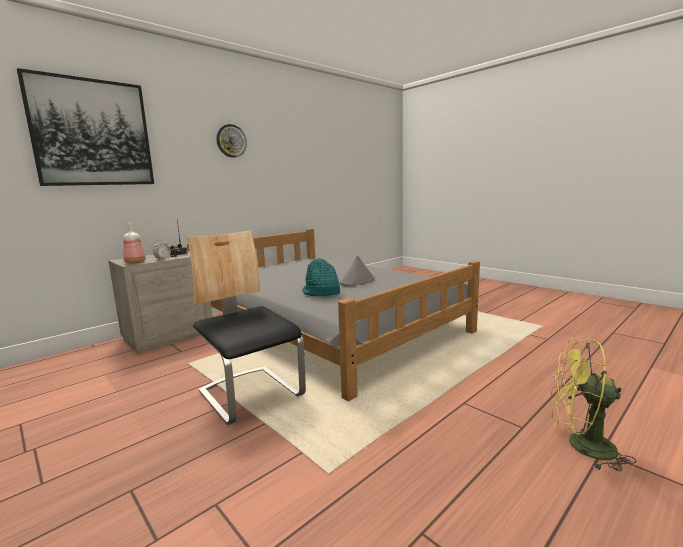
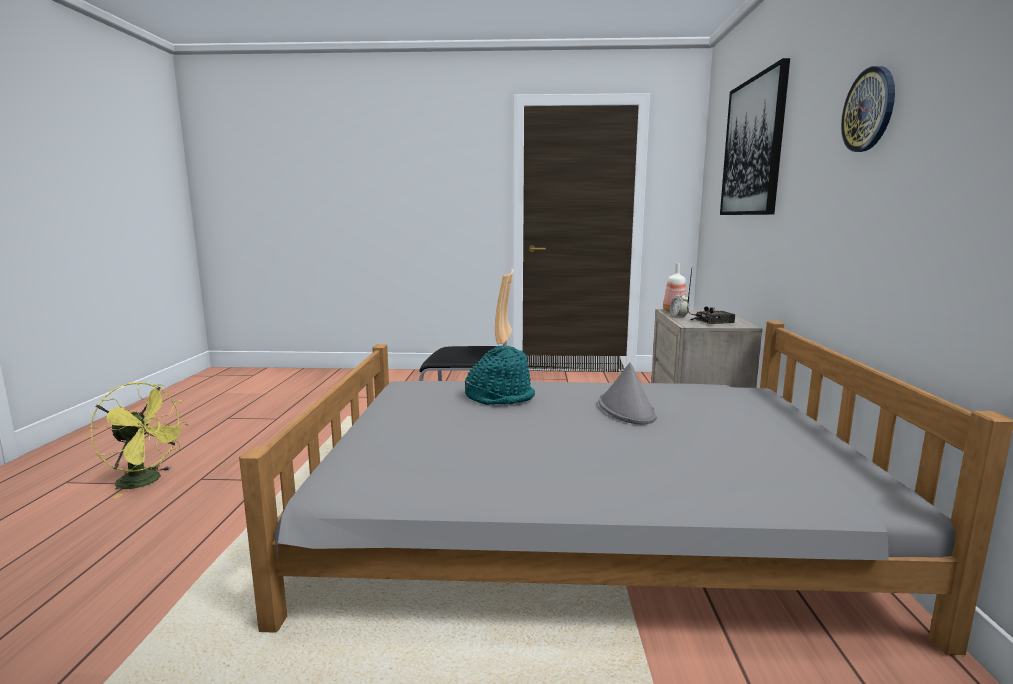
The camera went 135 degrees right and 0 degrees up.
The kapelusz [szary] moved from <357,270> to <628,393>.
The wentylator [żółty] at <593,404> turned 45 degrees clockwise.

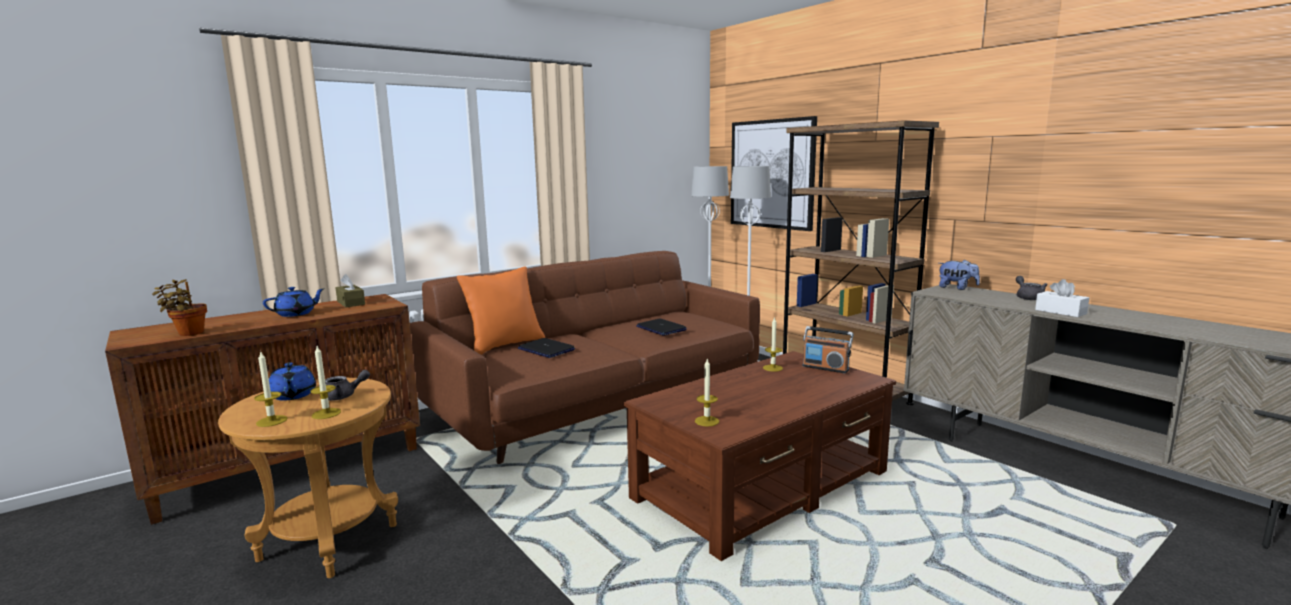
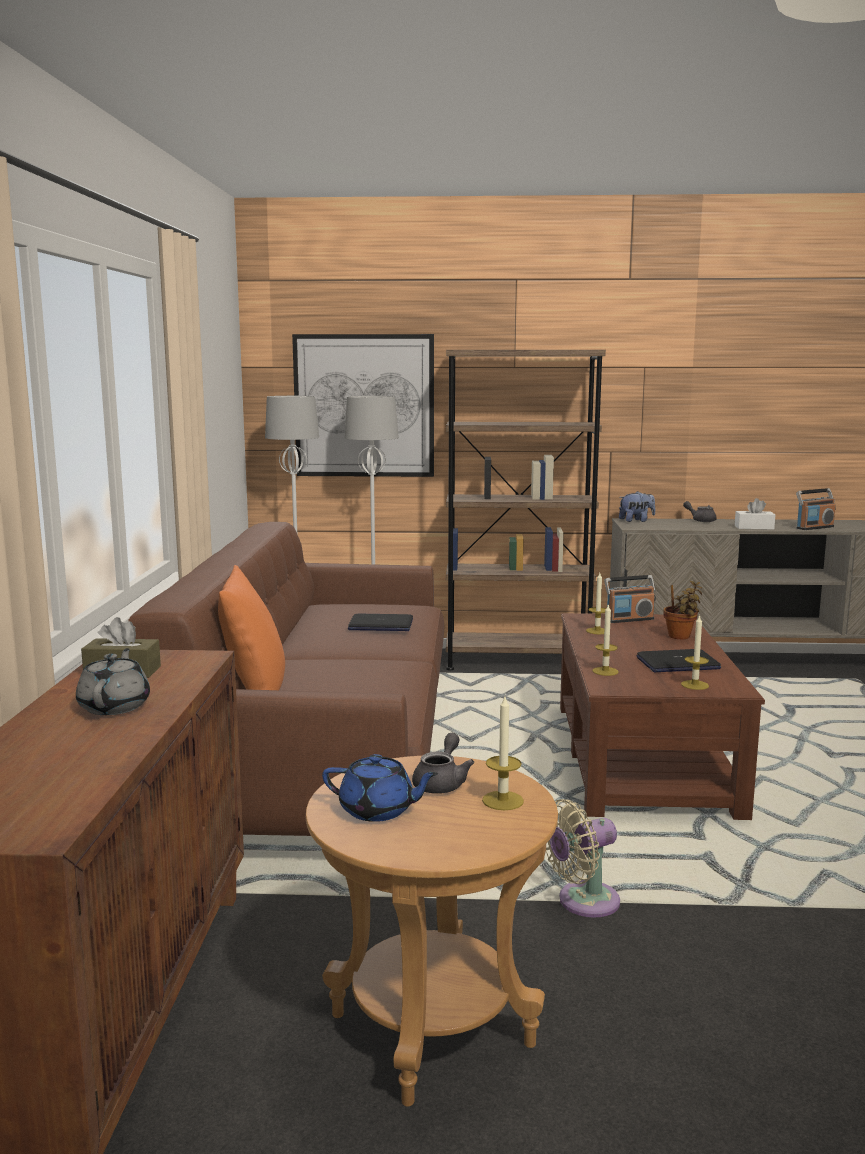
The camera went 50 degrees left and 0 degrees up.
The roślina doniczkowa moved from <179,307> to <682,610>.
The świeca moved from <271,389> to <605,640>.
The imbryk [niebieski] at <294,302> became the imbryk [szary] at <113,681>.
The laptop moved from <546,348> to <678,660>.
The wentylator [beżowy] at <583,858> appeared.
The radio at <816,509> appeared.

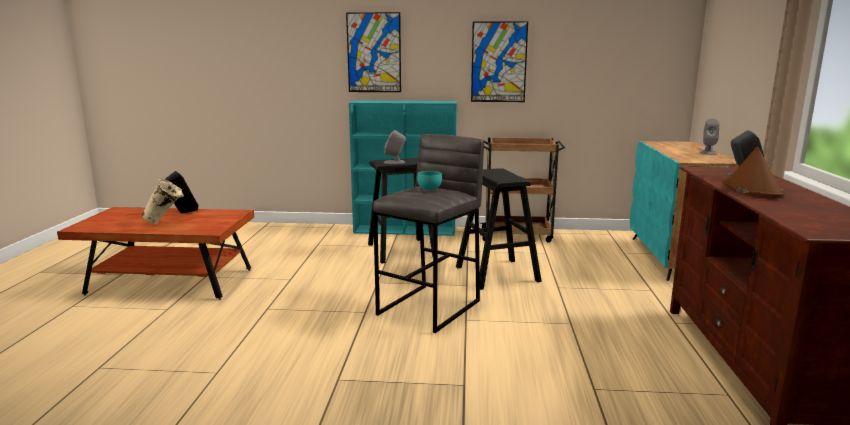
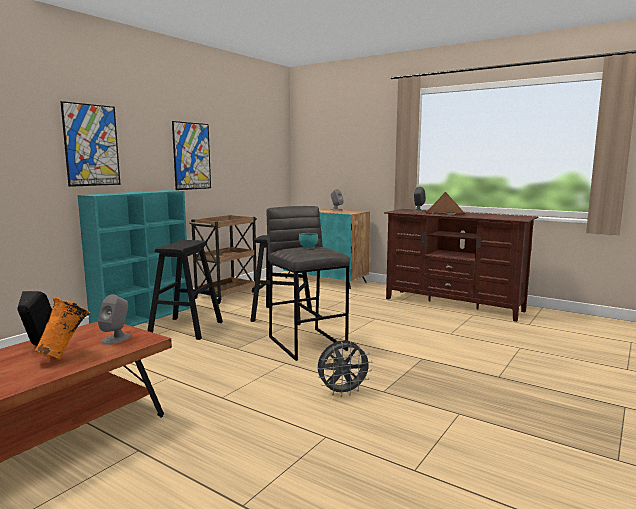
The camera went 60 degrees left and 5 degrees down.
The wazon [beżowy] at <163,201> became the wazon [pomarańczowy] at <62,328>.
The głośnik [szary] moved from <395,147> to <114,319>.
The wentylator [szary] at <345,368> appeared.

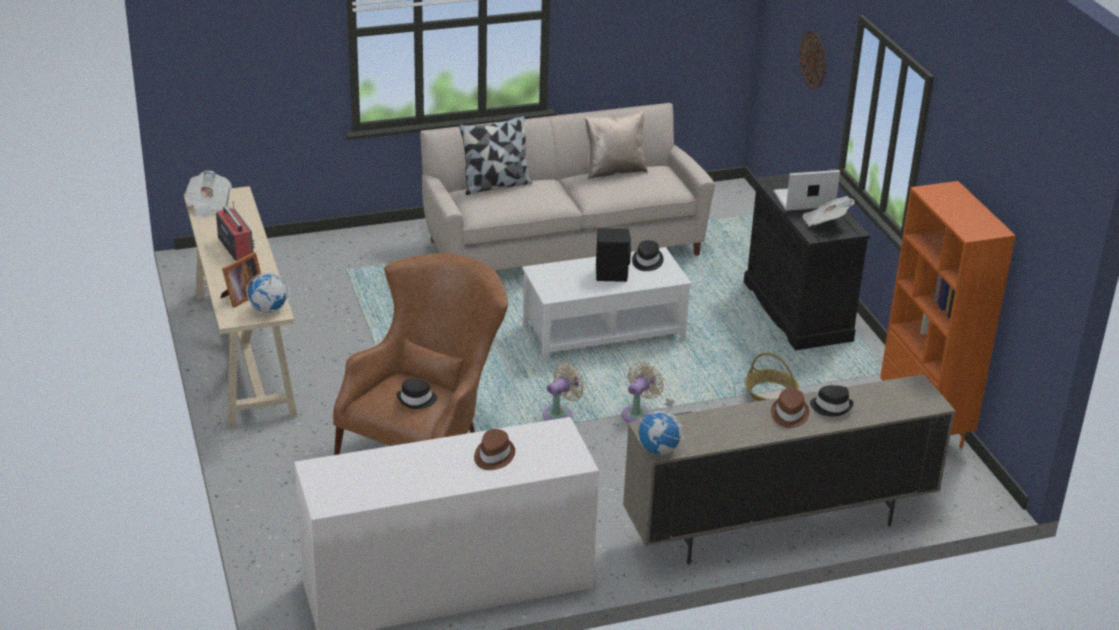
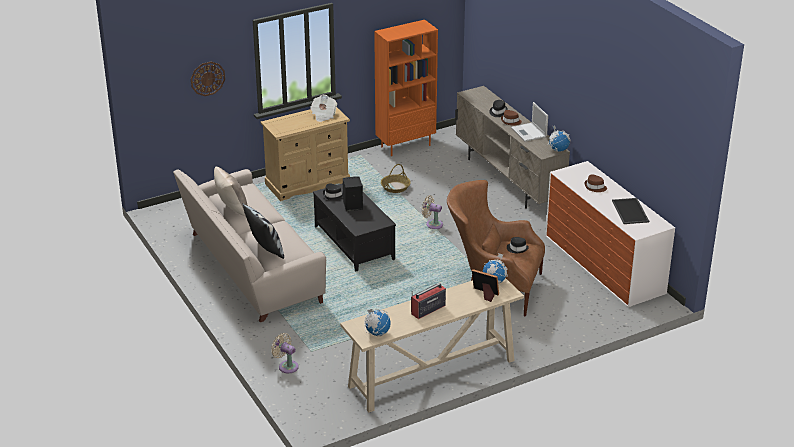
The camera went 100 degrees left and 0 degrees up.
The gazeta at <208,194> was replaced by the globus at <377,322>.
The ława [biały] at <606,304> became the ława [czarny] at <354,227>.
The wentylator [beżowy] moved from <563,392> to <285,353>.
The komoda [czarny] at <807,261> became the komoda [beżowy] at <305,154>.
The laptop moved from <807,190> to <529,122>.
The taca at <630,211> appeared.

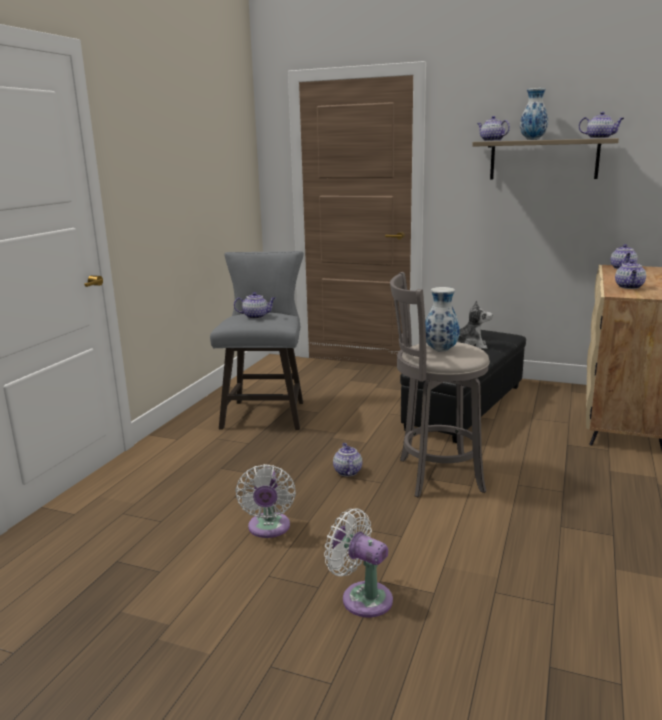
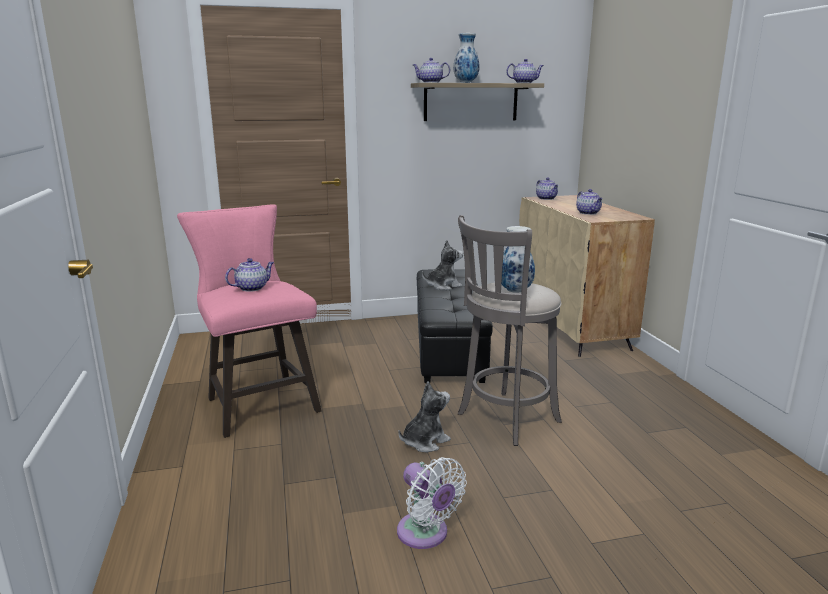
The camera went 35 degrees left and 0 degrees up.
The stołek [szary] at <257,340> became the stołek [różowy] at <249,321>.
The wentylator [biały] at <358,562> disappeared.
The imbryk at <347,459> was replaced by the pluszak at <424,417>.

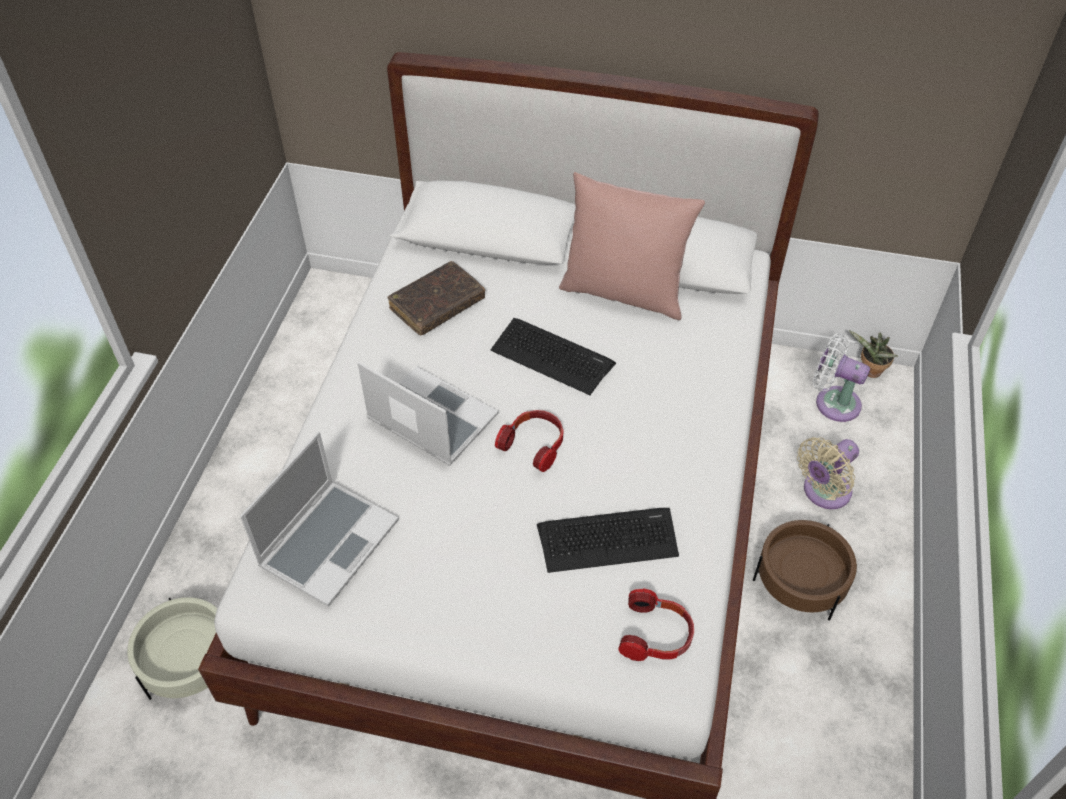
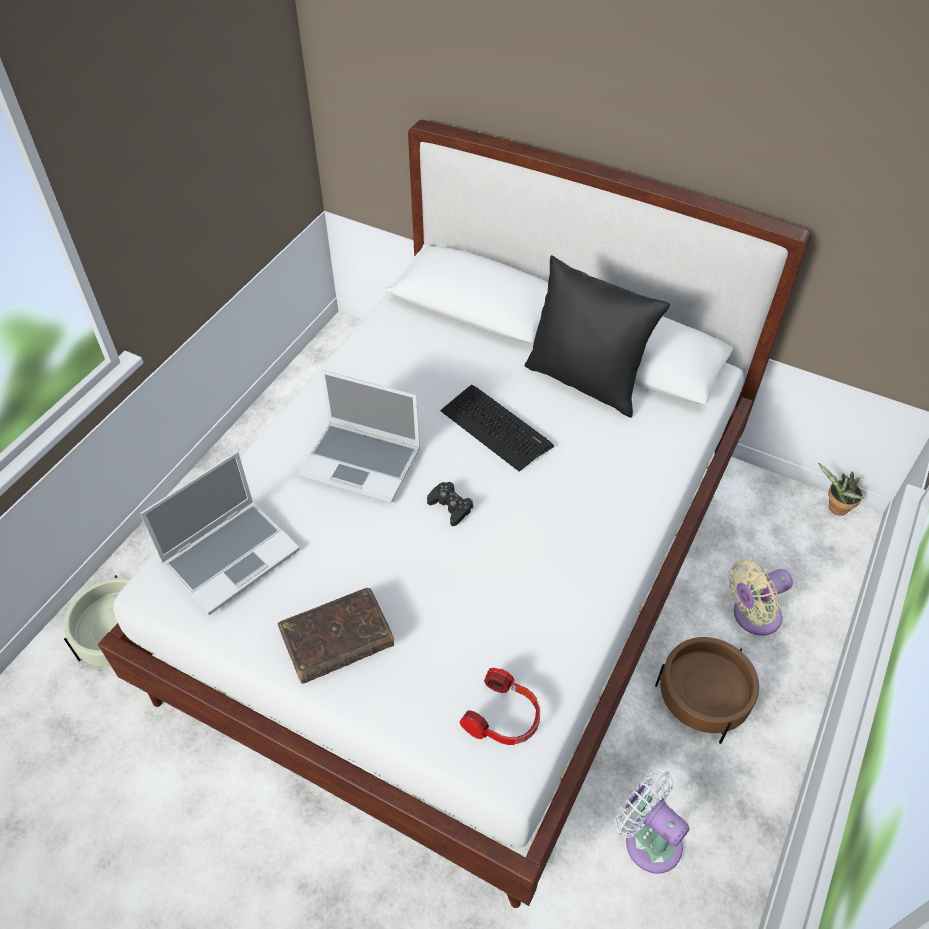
The camera went 15 degrees right and 0 degrees up.
The laptop at <428,413> turned 150 degrees clockwise.
The książka [brązowy] moved from <436,298> to <336,636>.
The słuchawki at <529,441> was replaced by the pad do gier [czarny] at <450,504>.
The klawiatura at <608,540> disappeared.
The poduszka [różowy] at <632,246> became the poduszka [czarny] at <597,336>.
The wentylator [biały] moved from <841,377> to <652,821>.

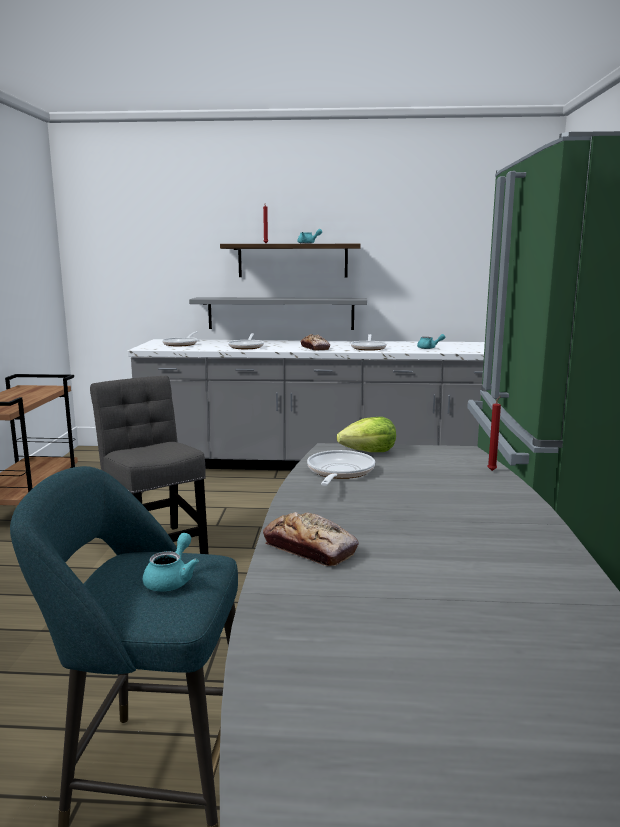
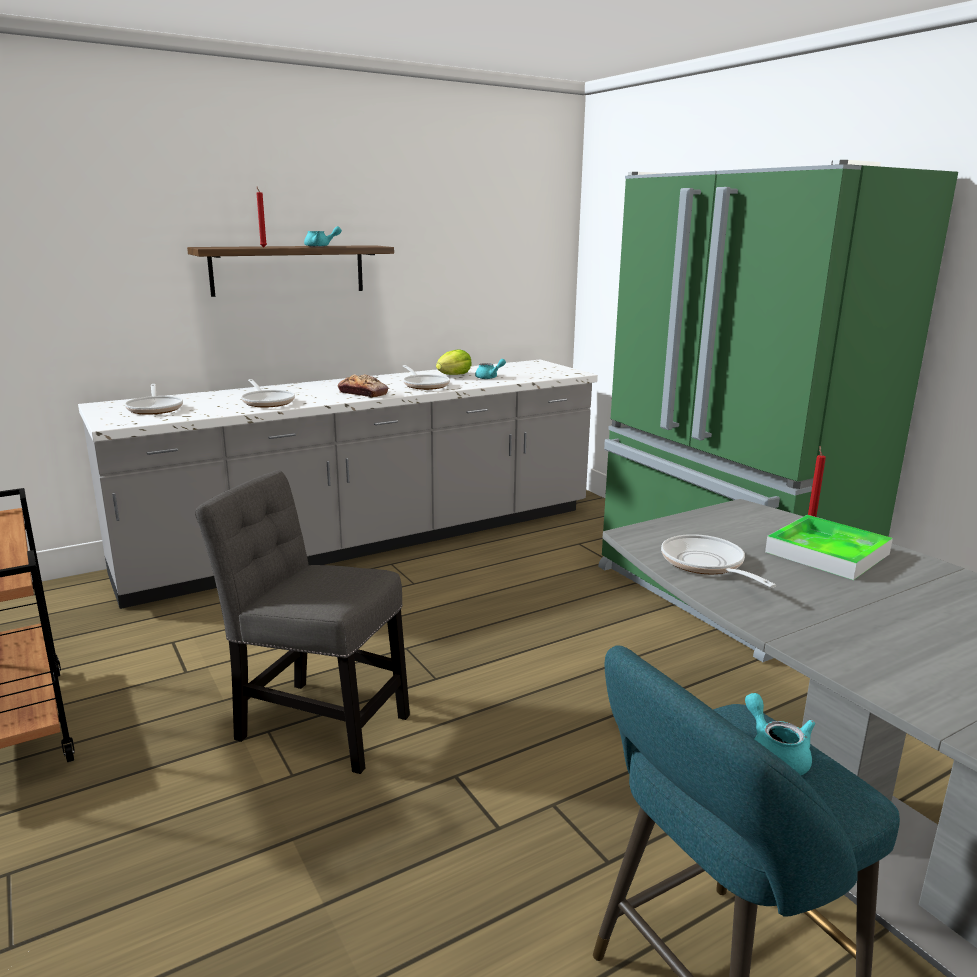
The camera went 35 degrees left and 5 degrees up.
The półka [szary] at <278,313> disappeared.
The chleb at <311,539> disappeared.
The sałata moved from <366,434> to <454,362>.
The taca at <829,547> appeared.

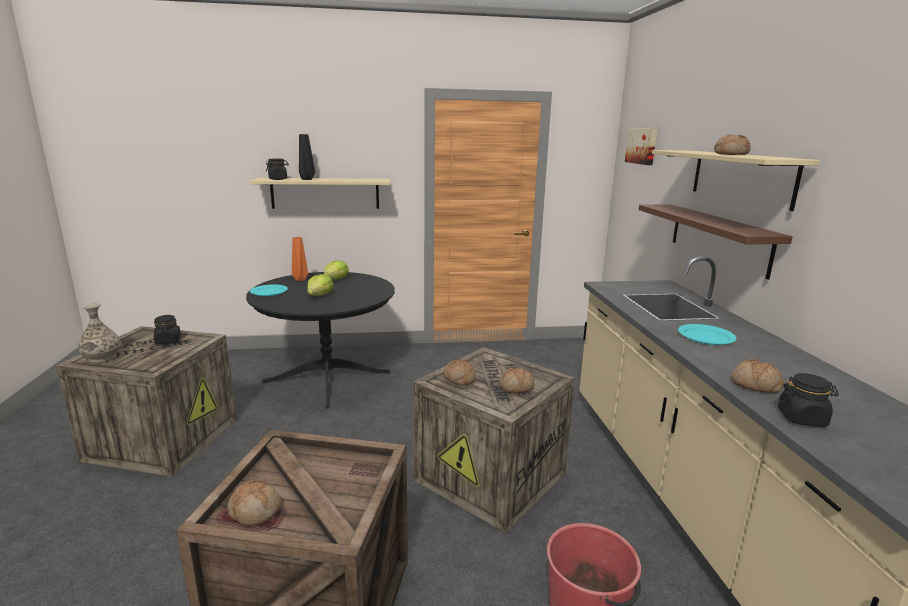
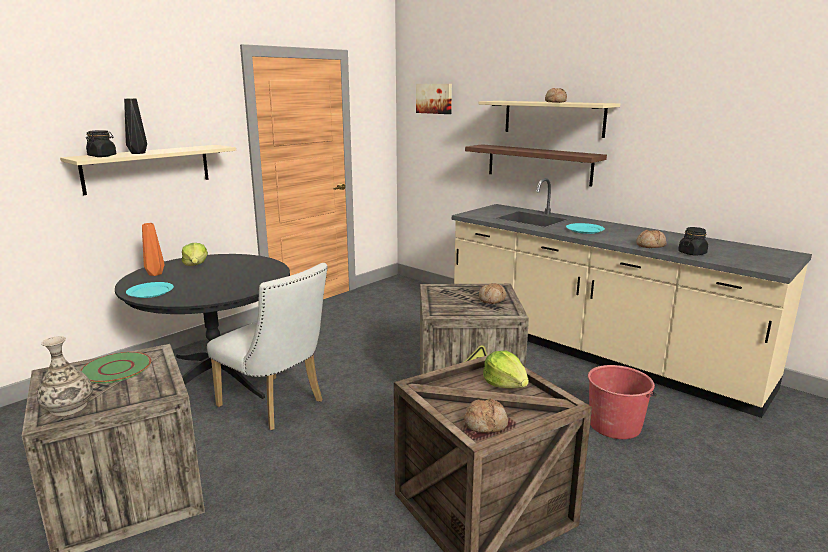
The camera went 40 degrees left and 0 degrees up.
The słoik [czarny] at <167,330> was replaced by the talerz [zielony] at <115,367>.
The sałata moved from <320,285> to <506,369>.
The chleb at <459,372> disappeared.
The krzesło [biały] at <267,346> appeared.

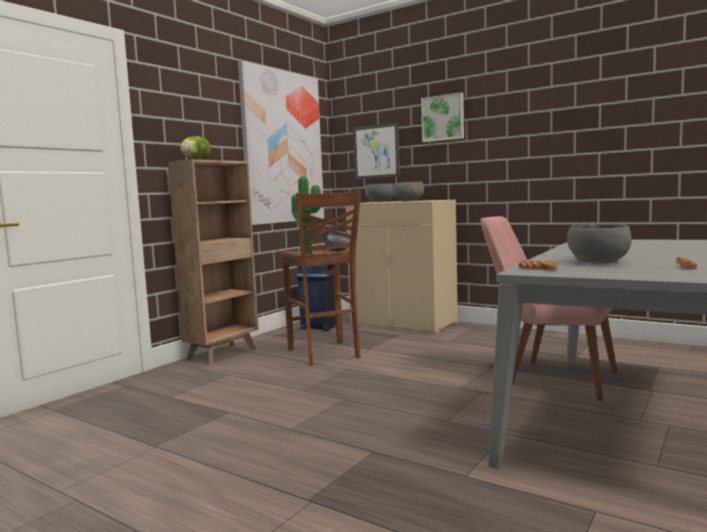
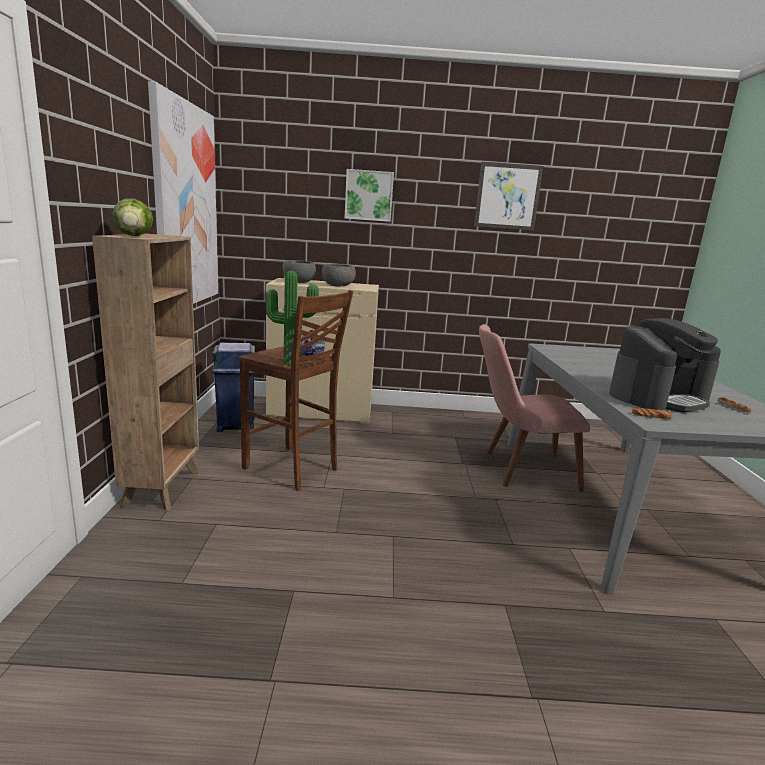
The camera went 35 degrees left and 10 degrees up.
The obraz moved from <376,150> to <508,196>.
The miska [szary] at <599,244> was replaced by the ekspres do kawy at <665,365>.

